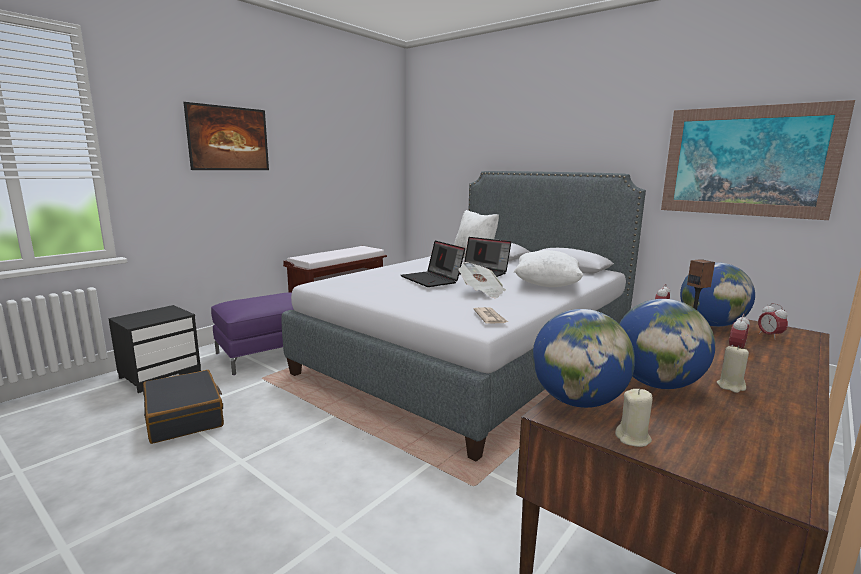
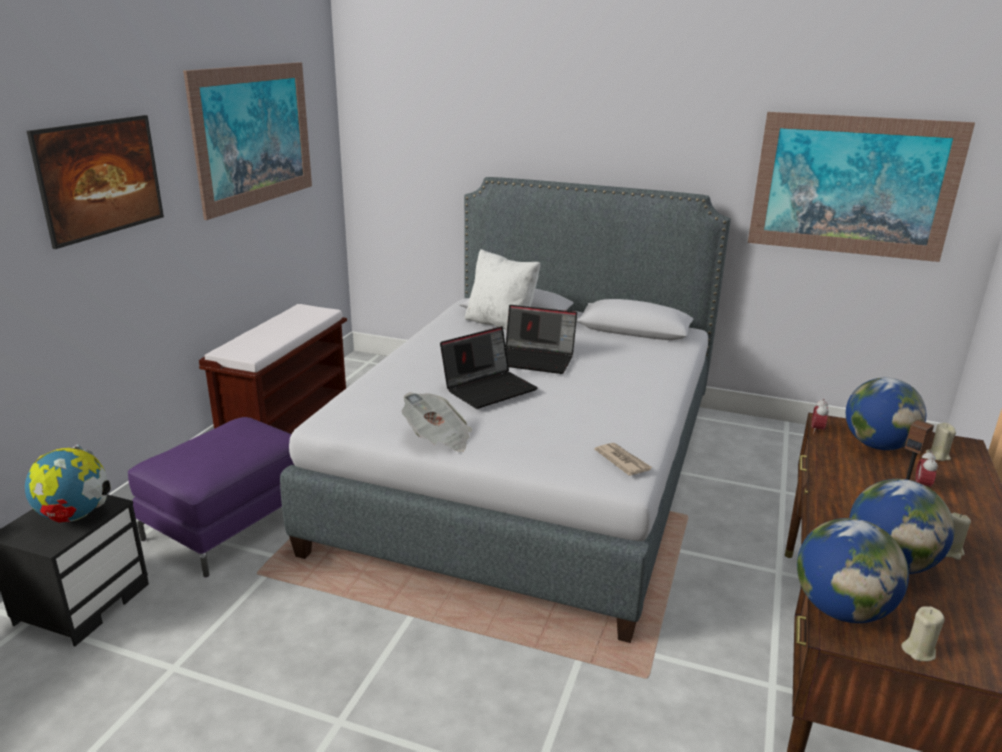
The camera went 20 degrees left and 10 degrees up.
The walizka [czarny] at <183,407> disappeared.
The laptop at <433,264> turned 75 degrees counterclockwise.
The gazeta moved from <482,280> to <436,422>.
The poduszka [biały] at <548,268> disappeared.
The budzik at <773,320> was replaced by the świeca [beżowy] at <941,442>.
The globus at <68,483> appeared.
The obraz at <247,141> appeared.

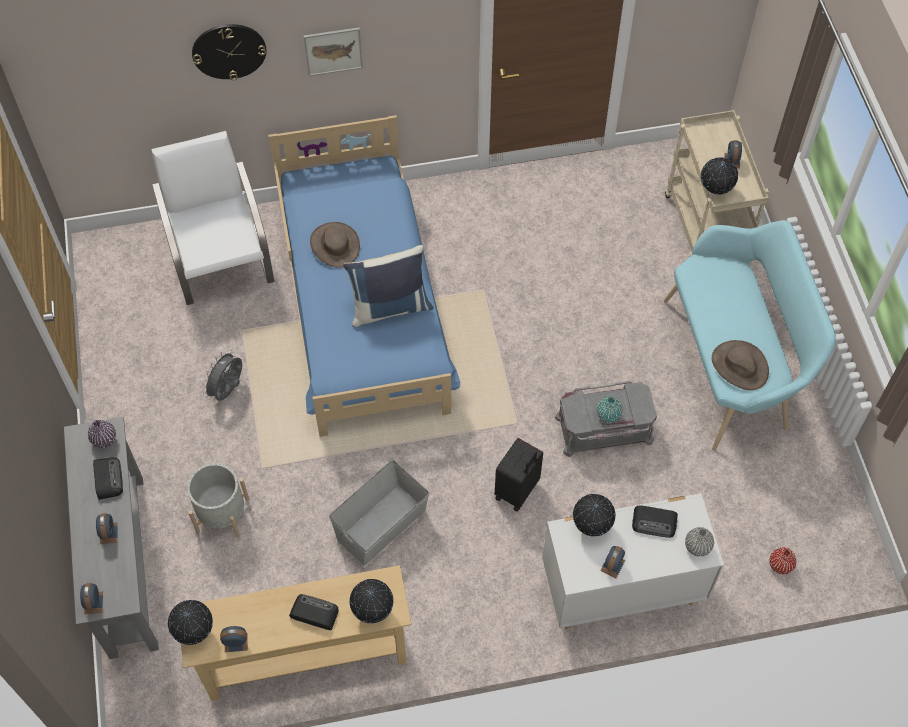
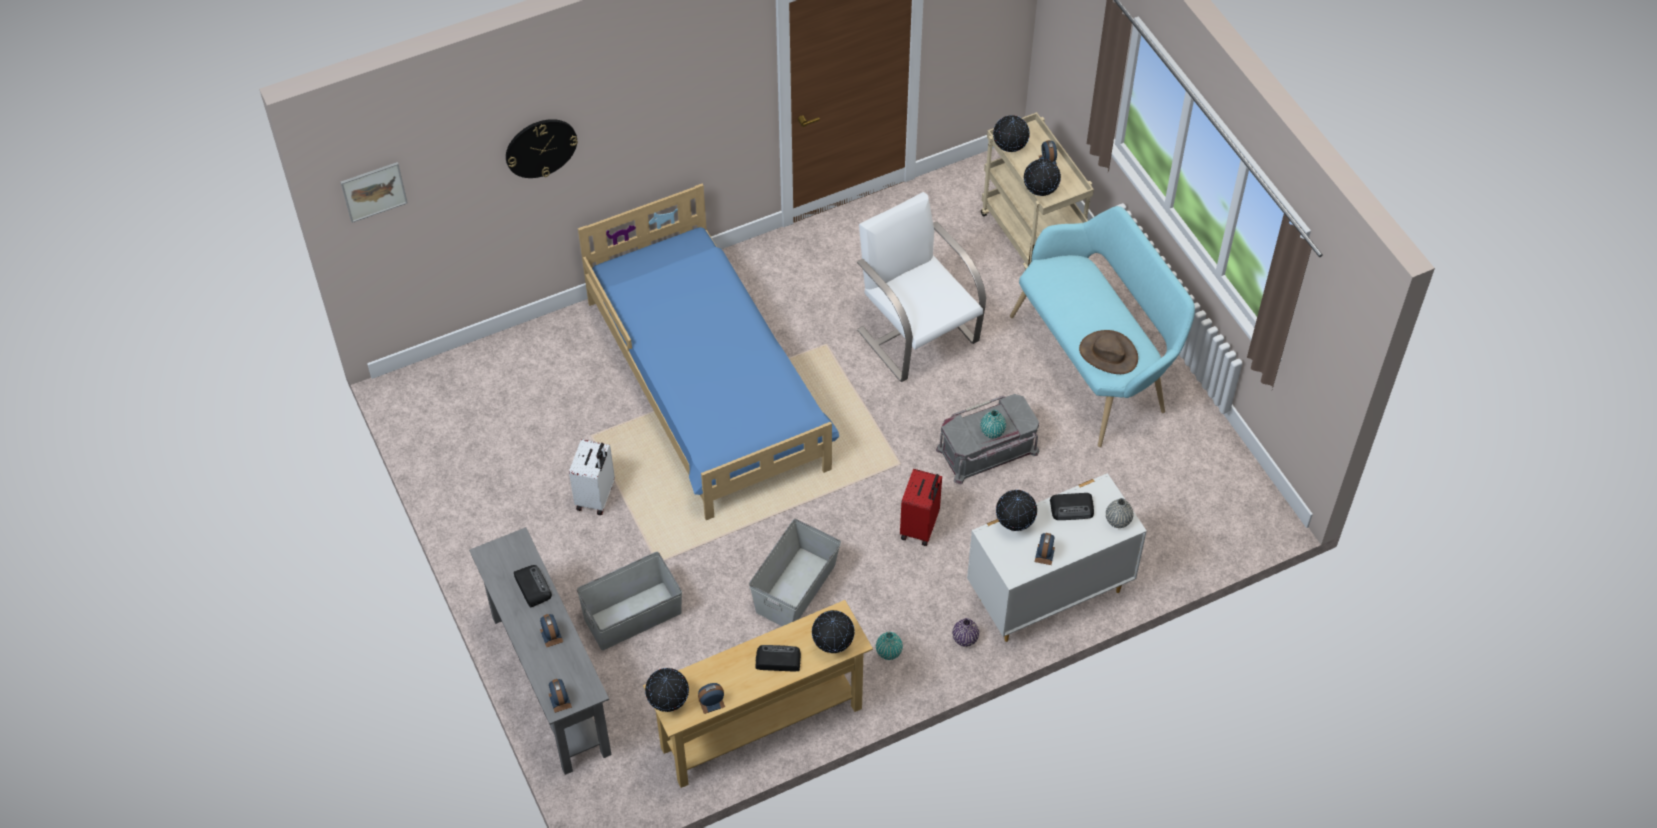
The camera went 15 degrees left and 5 degrees down.
The wazon [fioletowy] moved from <102,434> to <965,632>.
The fotel [biały] moved from <212,218> to <921,287>.
The donica [szary] at <218,500> was replaced by the pojemnik do przechowywania [szary] at <629,601>.
The wentylator [szary] at <222,375> was replaced by the walizka [biały] at <592,477>.
The obraz moved from <333,51> to <374,192>.
The kapelusz [brązowy] at <335,245> disappeared.
The poduszka [niebieski] at <388,286> disappeared.
The walizka [czarny] at <519,475> became the walizka [czerwony] at <921,507>.
The wazon [czerwony] at <782,561> disappeared.
The wazon [turkusowy] at <889,646> appeared.
The globus at <1011,133> appeared.

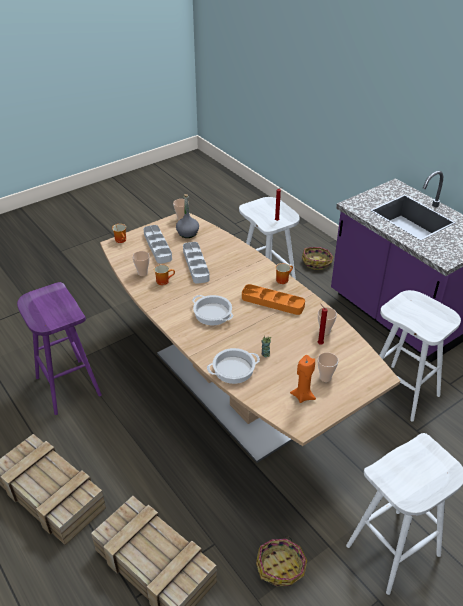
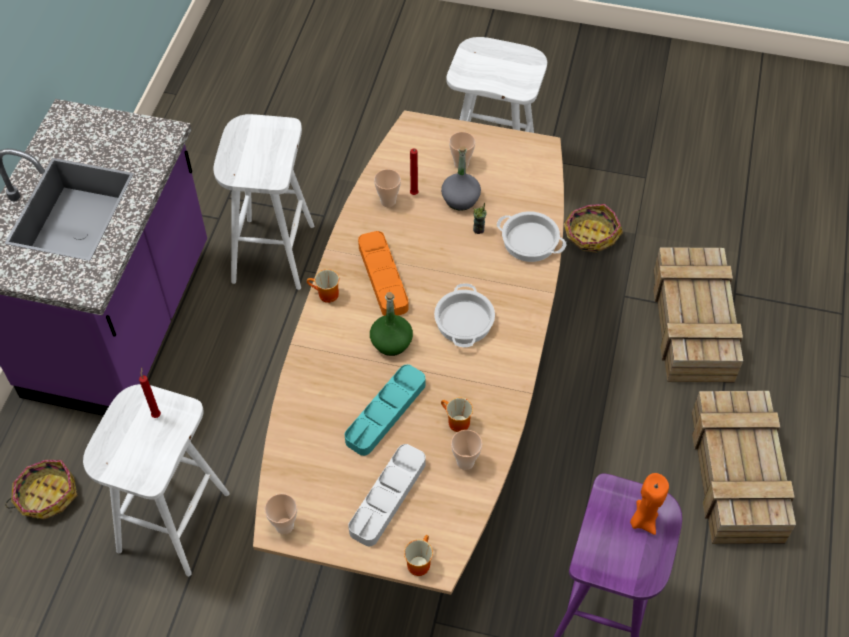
The camera went 130 degrees left and 15 degrees up.
The butelka [szary] moved from <187,216> to <461,178>.
The taca [szary] at <196,263> became the taca [turkusowy] at <385,410>.
The świeca [pomarańczowy] moved from <303,379> to <649,504>.
The butelka [zielony] at <391,324> appeared.

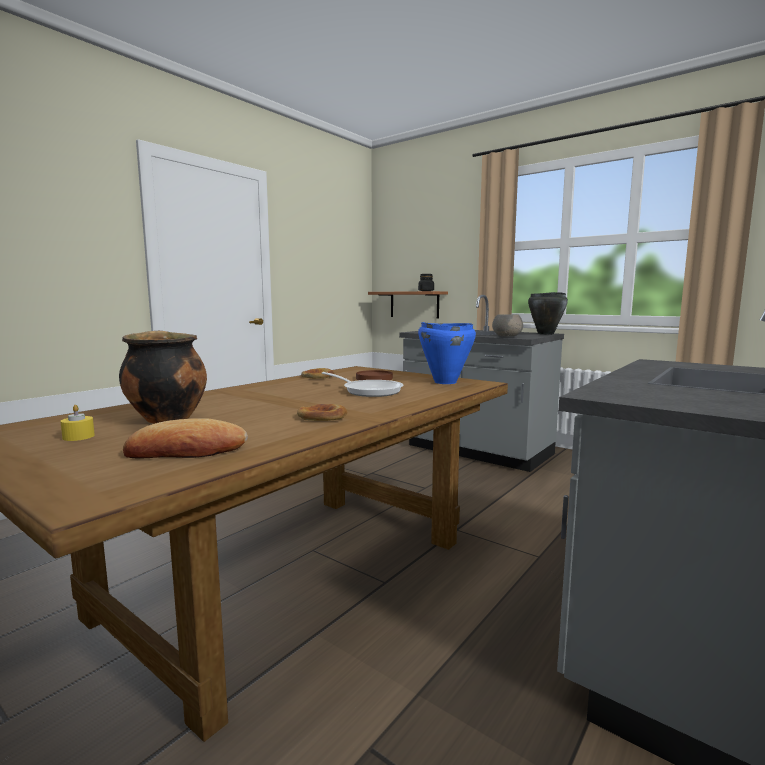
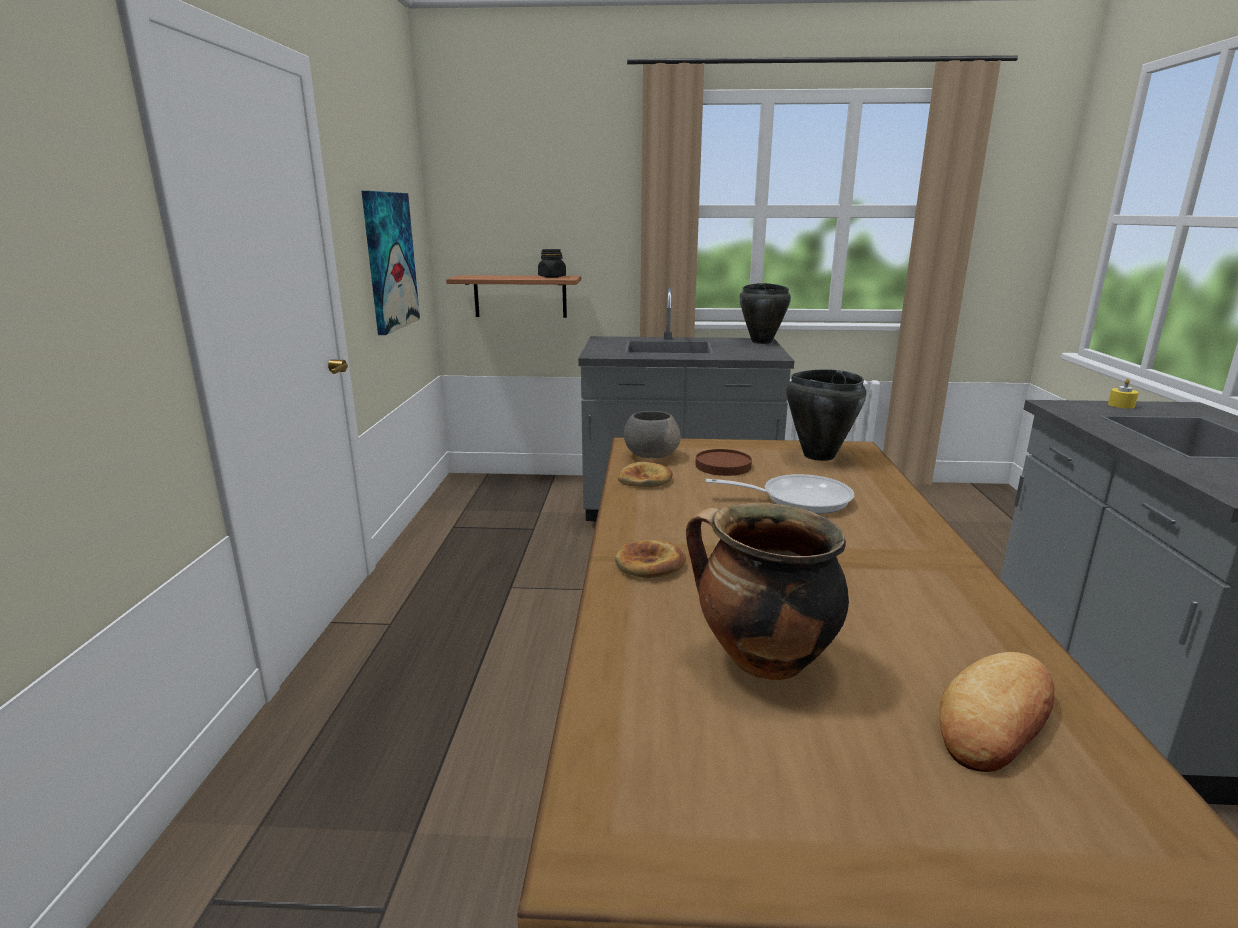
The camera went 35 degrees left and 10 degrees up.
The świeca [żółty] moved from <77,423> to <1123,393>.
The chleb moved from <322,412> to <650,559>.
The garnek [niebieski] at <447,353> became the garnek [czarny] at <826,415>.
The miska [szary] moved from <507,325> to <652,434>.
The obraz at <391,263> appeared.

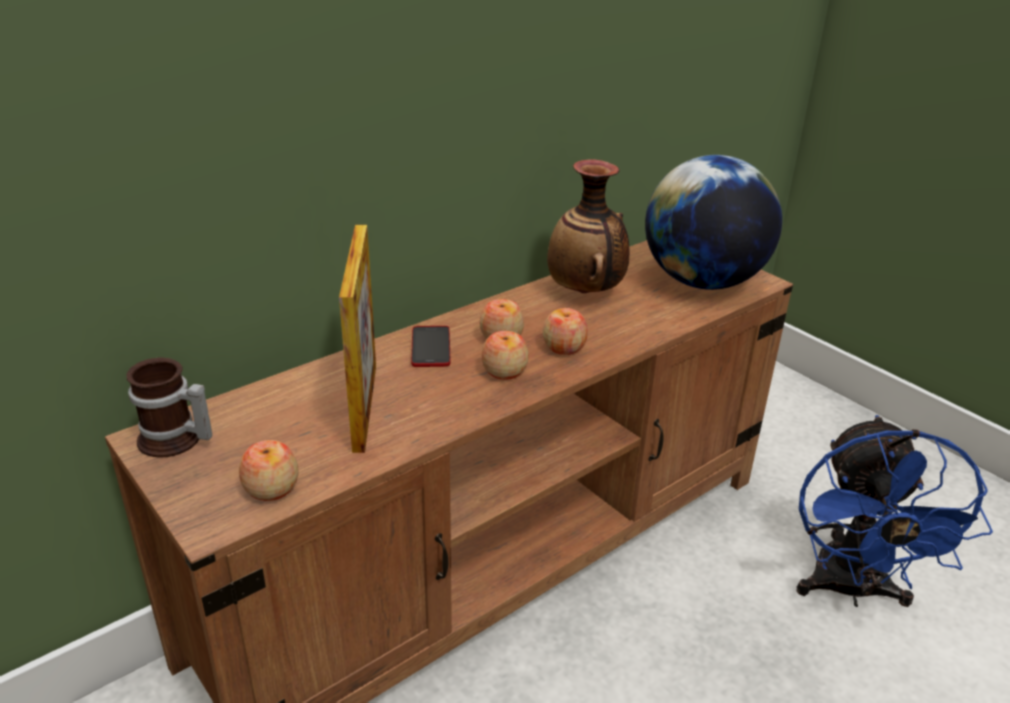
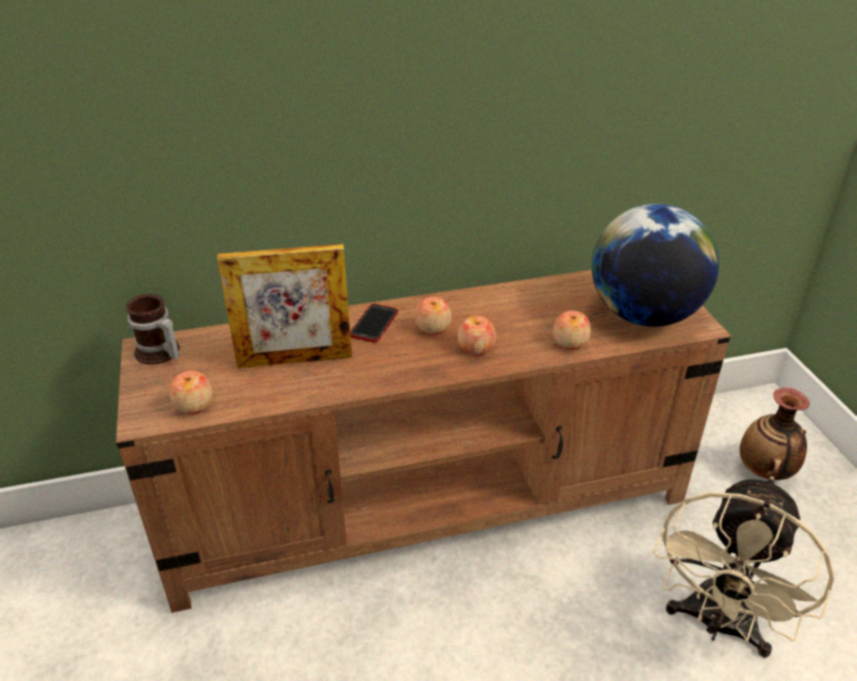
The camera went 25 degrees right and 5 degrees up.
The ramka na zdjęcie at <357,339> turned 60 degrees clockwise.
The jabłko moved from <505,355> to <572,330>.
The wazon moved from <588,226> to <775,434>.
The wentylator [niebieski] at <894,511> became the wentylator [beżowy] at <743,567>.

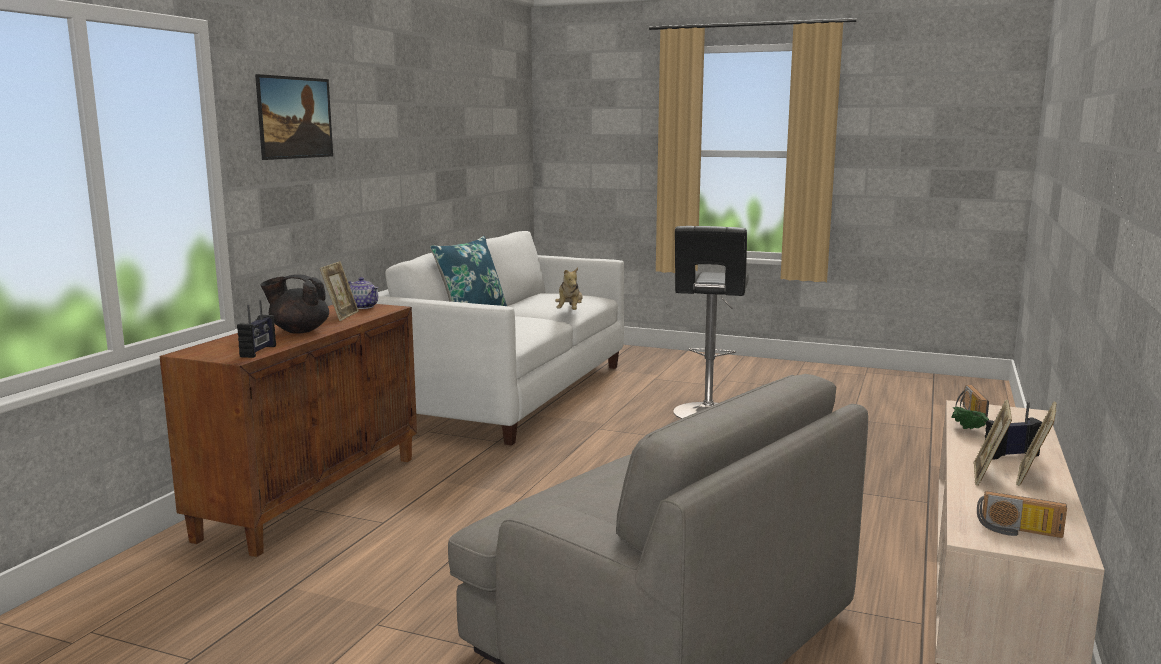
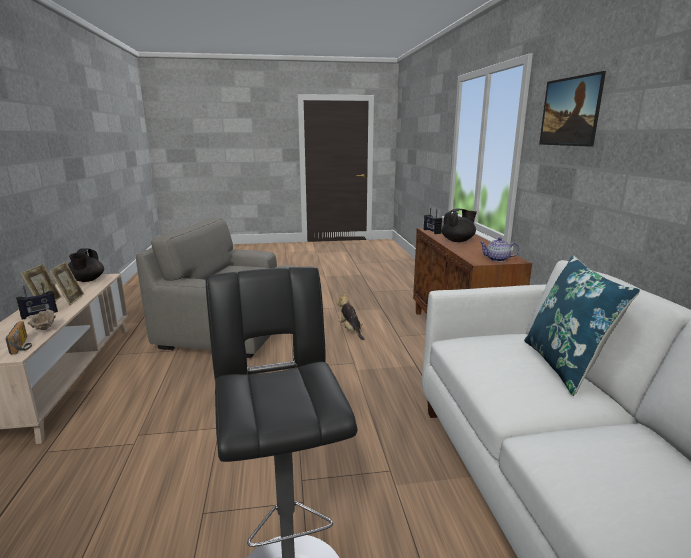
The camera went 150 degrees right and 5 degrees up.
The ramka na zdjęcie at <339,291> disappeared.
The pluszak moved from <569,289> to <351,316>.
The miska [zielony] at <970,418> became the miska [beżowy] at <41,319>.
The radio at <1022,514> was replaced by the imbryk [czarny] at <86,265>.

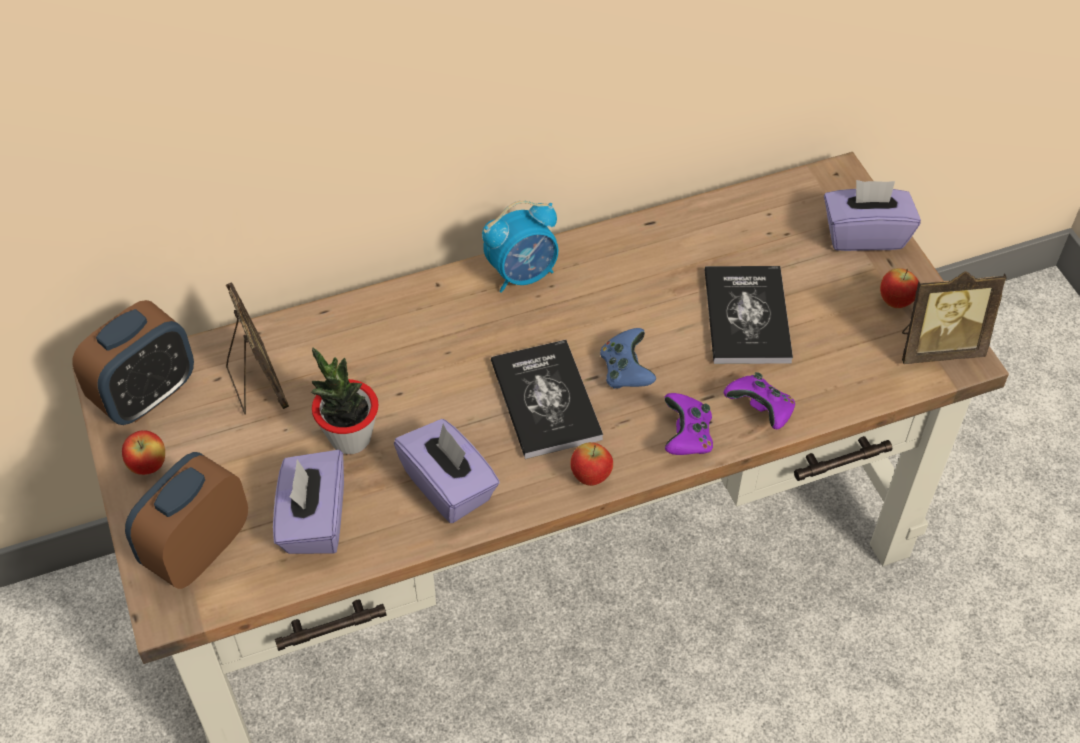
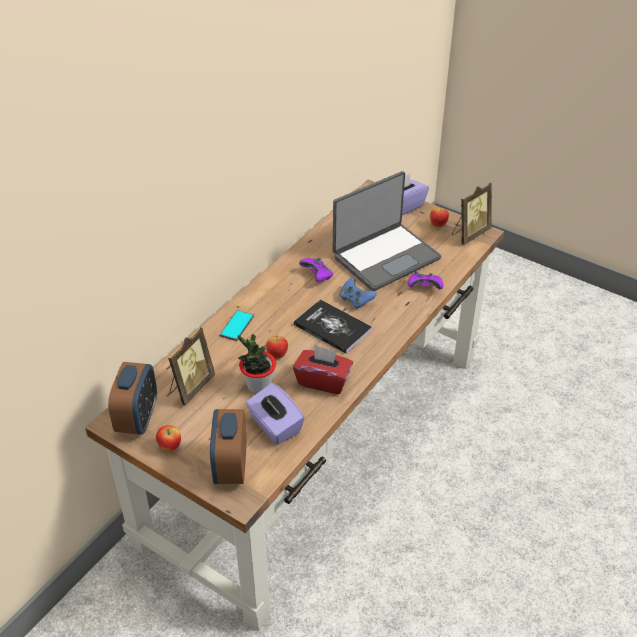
The camera went 35 degrees left and 10 degrees down.
The ramka na zdjęcie at <257,348> turned 90 degrees clockwise.
The pudełko chusteczek [fioletowy] at <447,471> became the pudełko chusteczek [czerwony] at <323,369>.
The budzik at <520,247> disappeared.
The jabłko moved from <591,464> to <277,346>.
The pad do gier [fioletowy] moved from <688,424> to <316,270>.
The książka at <749,315> was replaced by the laptop at <387,231>.
The telefon at <237,325> appeared.

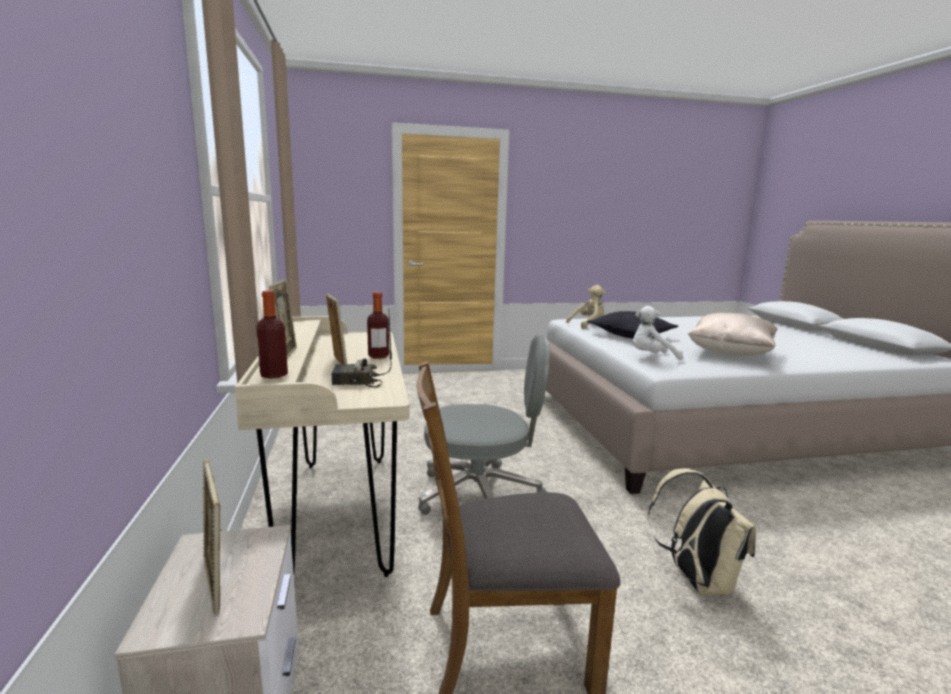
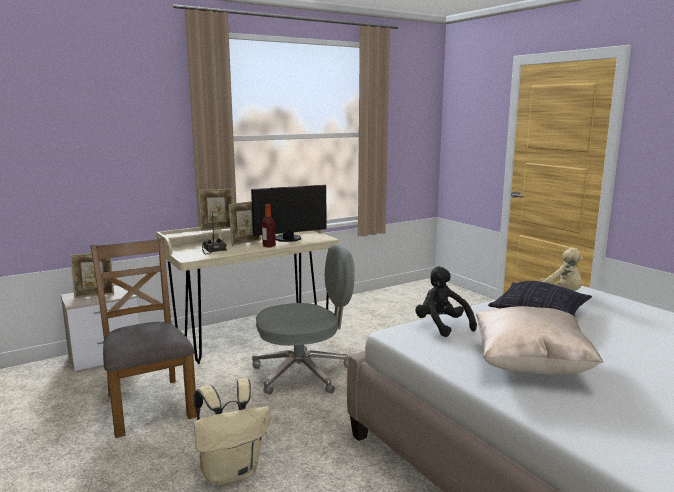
The camera went 70 degrees right and 0 degrees up.
The ramka na zdjęcie at <212,536> turned 150 degrees counterclockwise.
The butelka at <272,334> disappeared.
The krzesło biurowe [szary] at <484,425> turned 90 degrees counterclockwise.
The pluszak [biały] at <658,333> became the pluszak [czarny] at <446,301>.
The monitor at <288,213> appeared.

